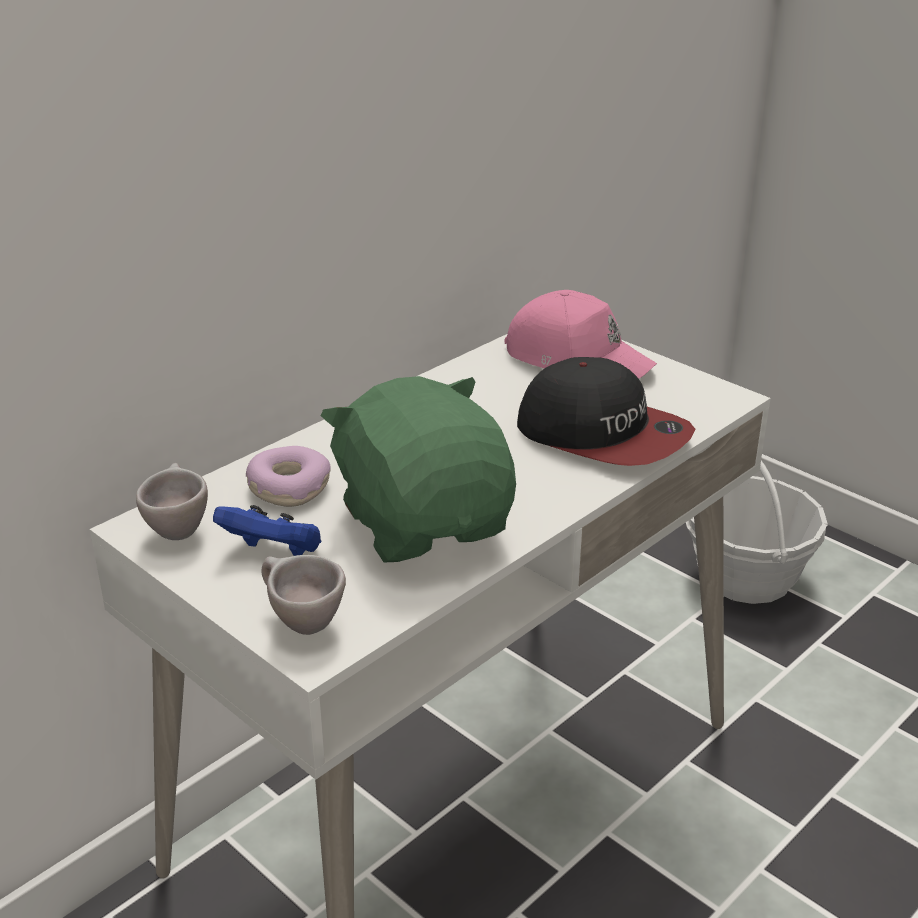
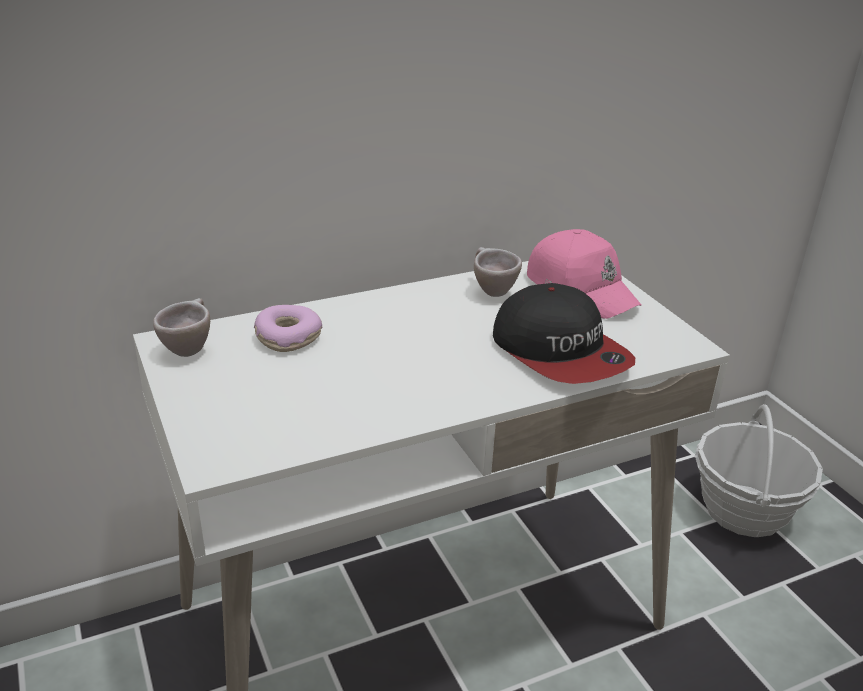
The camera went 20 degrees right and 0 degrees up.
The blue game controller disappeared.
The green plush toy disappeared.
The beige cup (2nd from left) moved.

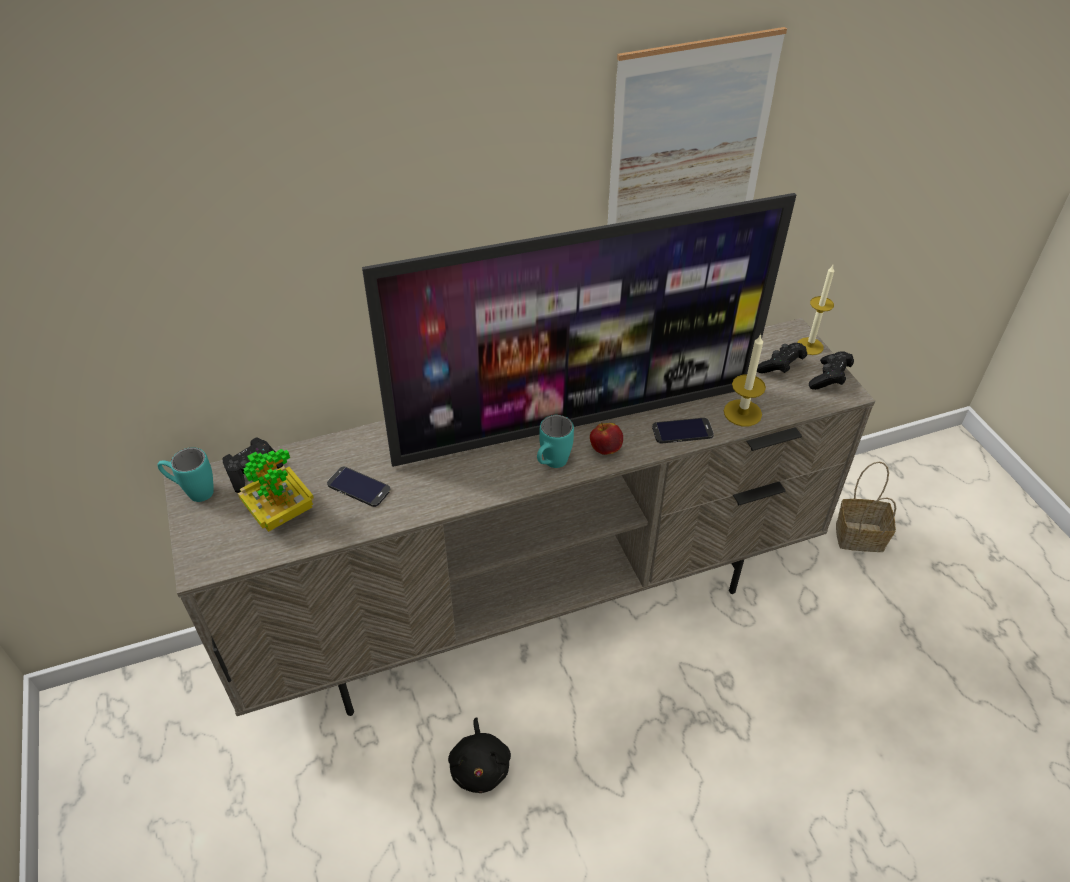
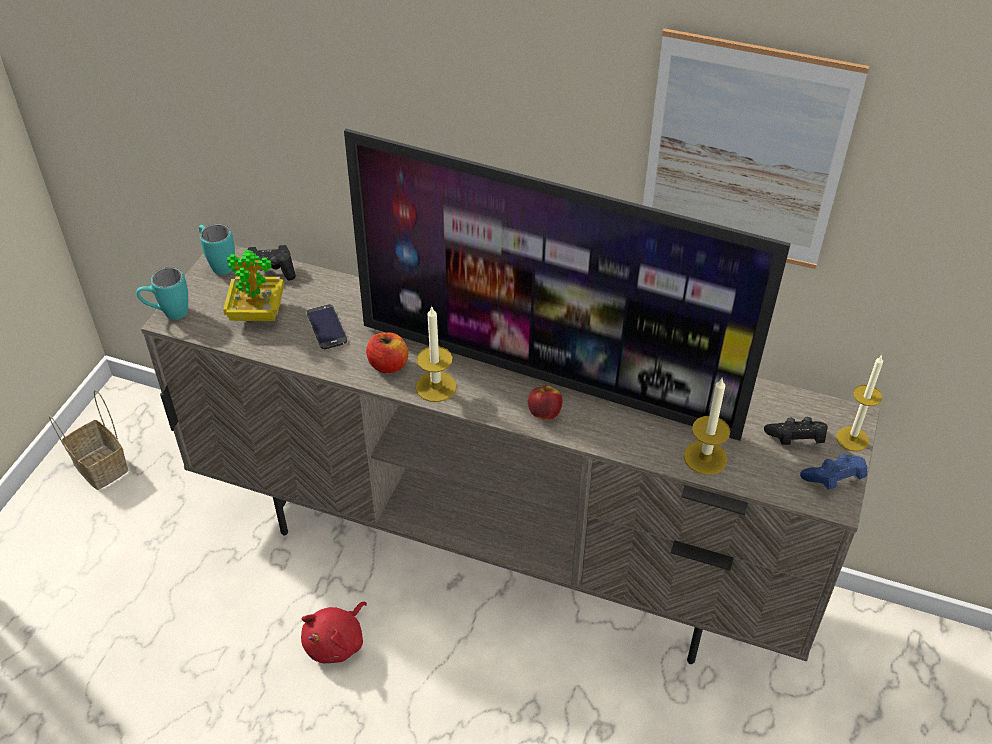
The camera went 40 degrees right and 0 degrees up.
The phone (2nd from left) disappeared.
The apple (1st from left) appeared.
The candle (1st from left) appeared.
The turquoise mug (2nd from left in the first image) moved.
The basket moved.
The black plush toy became the red plush toy.
The black game controller (3rd from left) became the blue game controller.

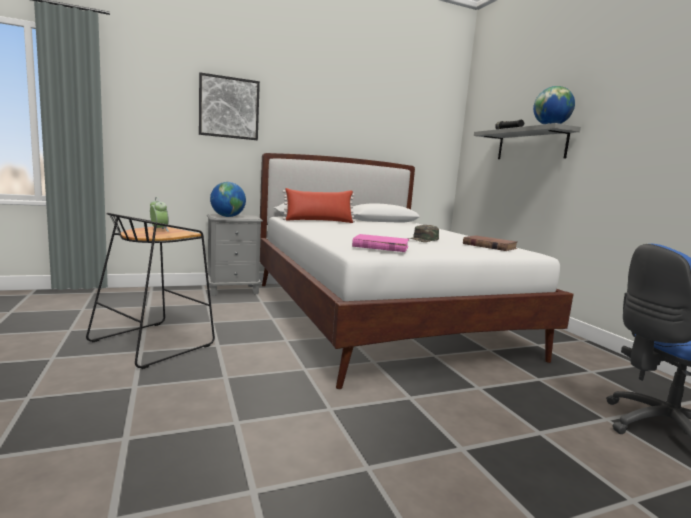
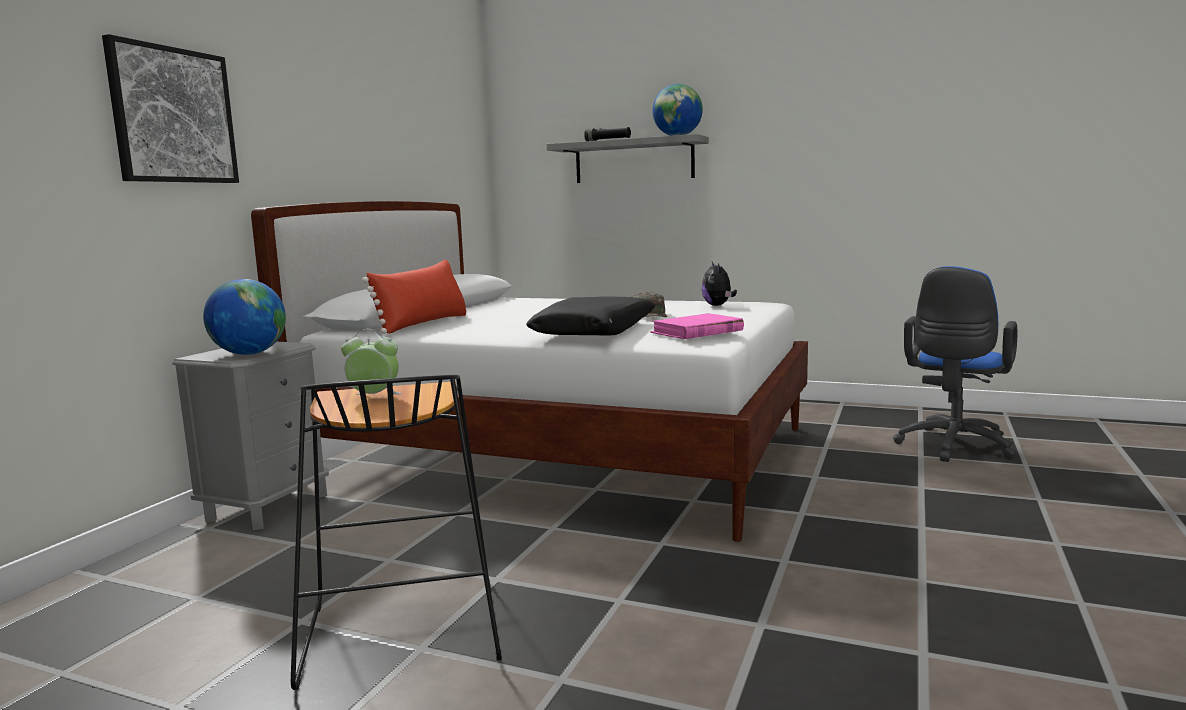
The camera went 45 degrees left and 0 degrees up.
The black pillow appeared.
The brown book was replaced by the plush toy.

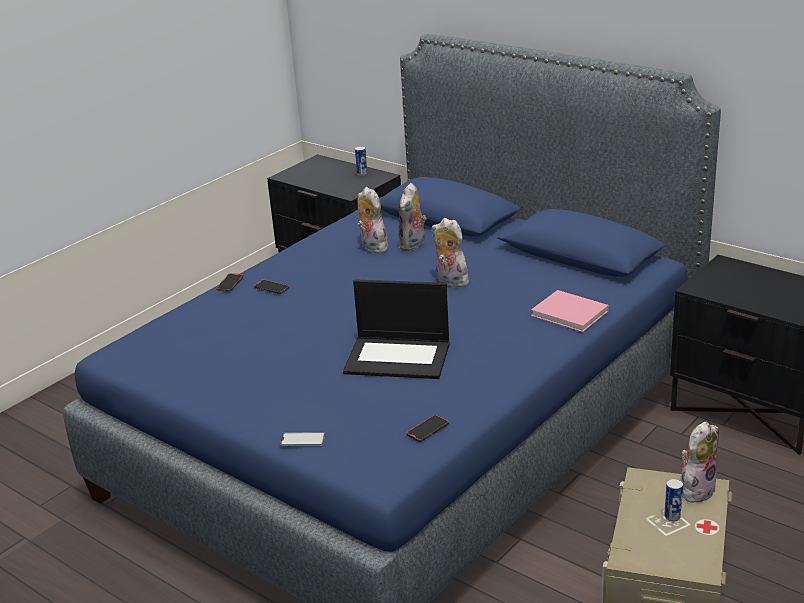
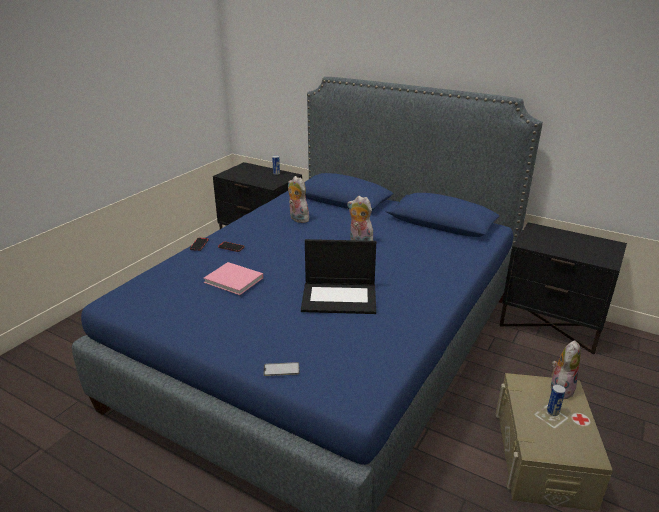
The camera went 10 degrees left and 0 degrees up.
The plush toy (2nd from left) disappeared.
The phone (4th from left) disappeared.
The pink book moved.

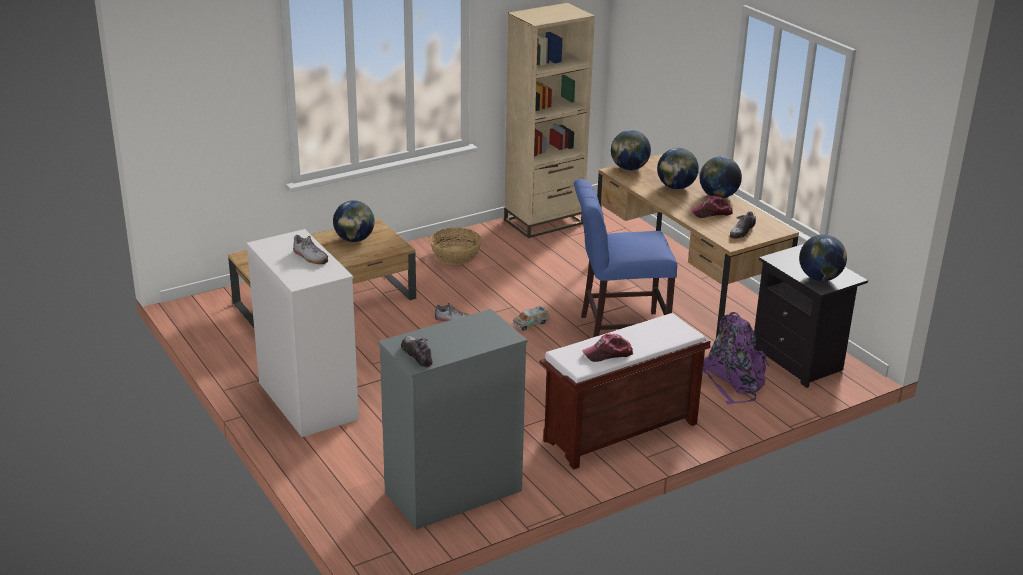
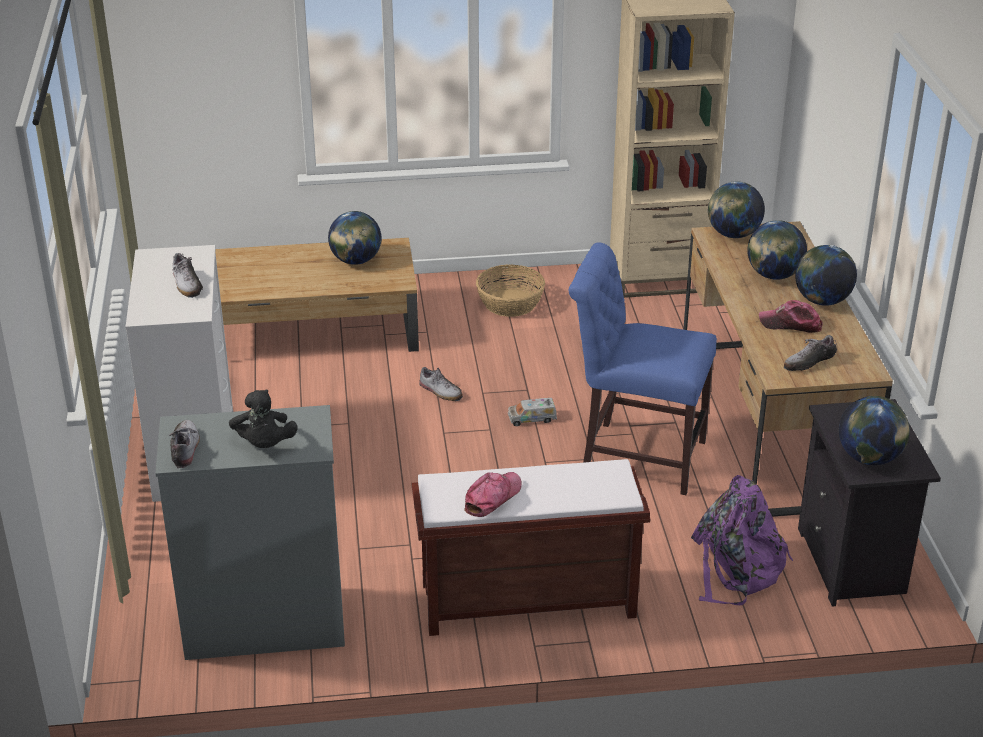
The camera went 25 degrees right and 5 degrees up.
The black plush toy appeared.
The cap (1st from left) turned 120 degrees clockwise.

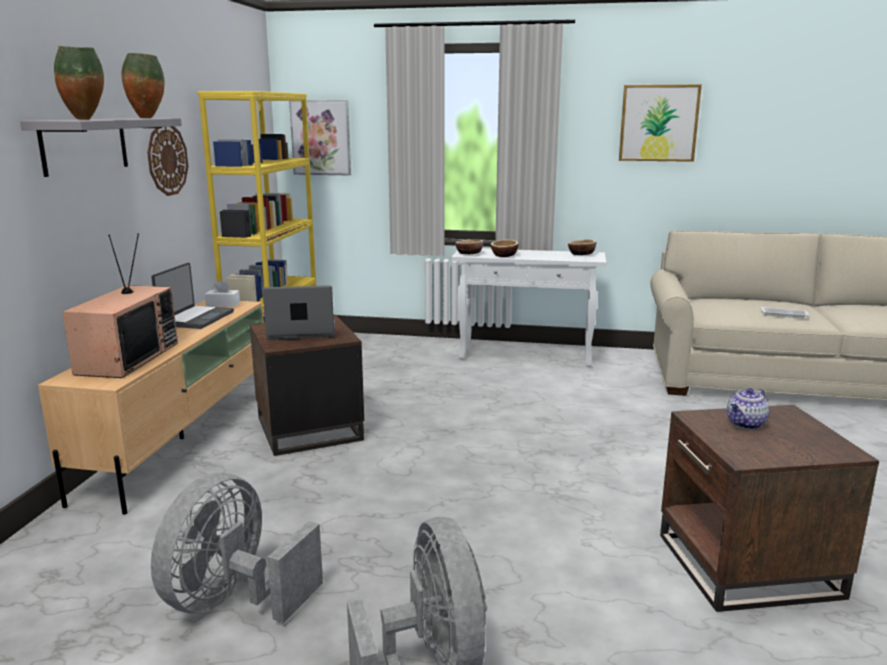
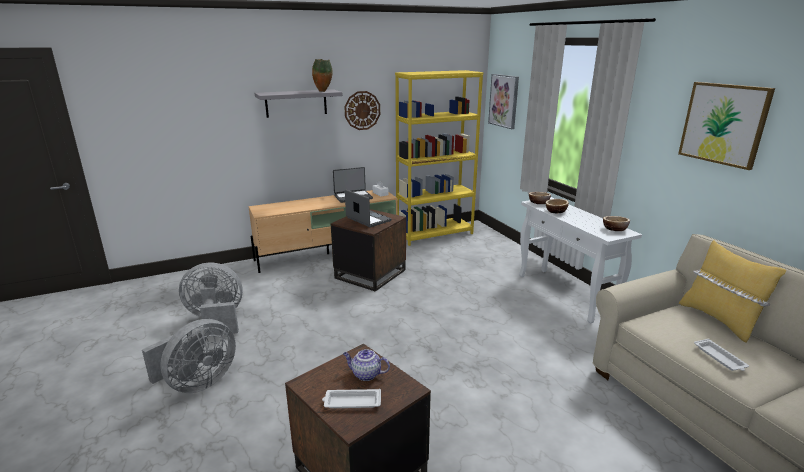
The camera went 55 degrees right and 5 degrees up.
The vase (1st from left) disappeared.
The television disappeared.
The white tray (1st from left) appeared.
The yellow pillow appeared.

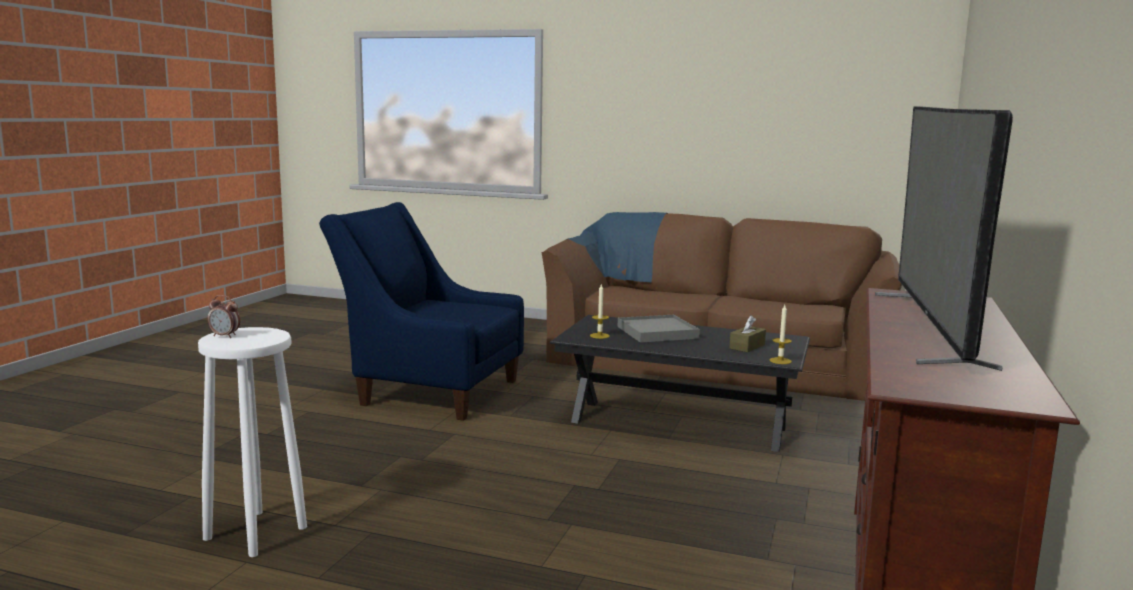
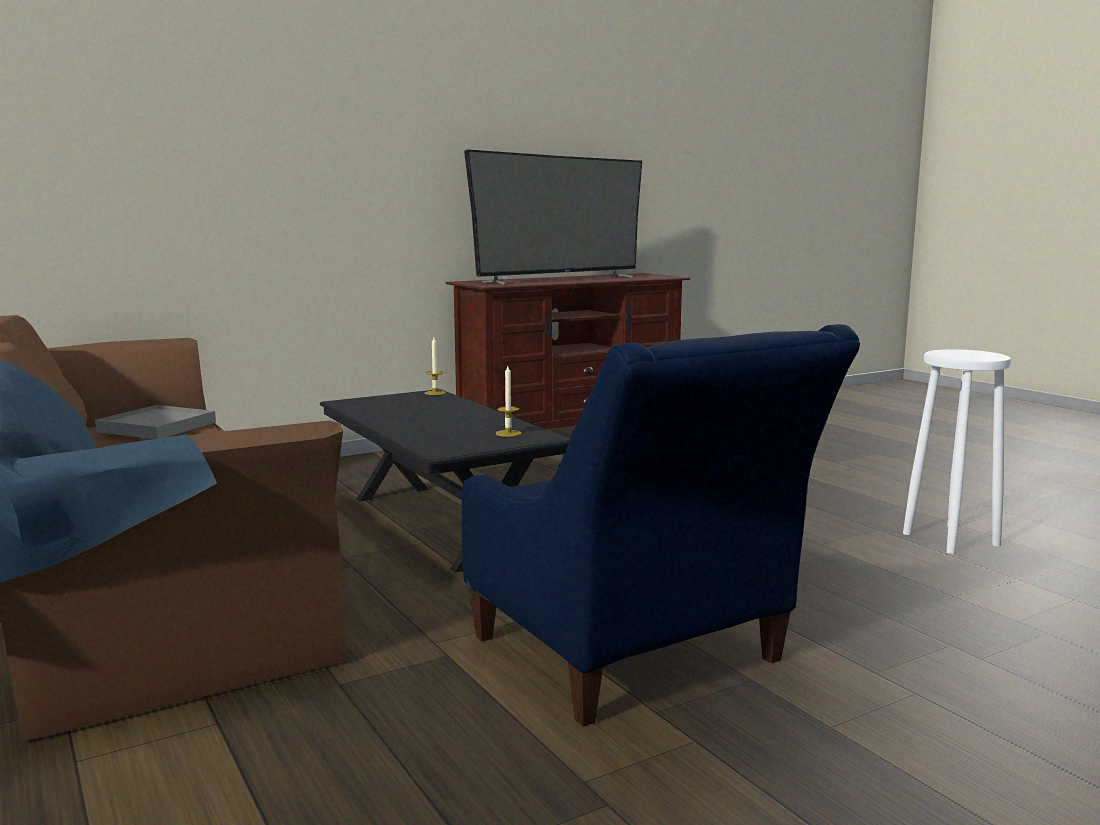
The camera went 140 degrees left and 0 degrees up.
The alarm clock disappeared.
The brown tissue box disappeared.
The grey tray moved.

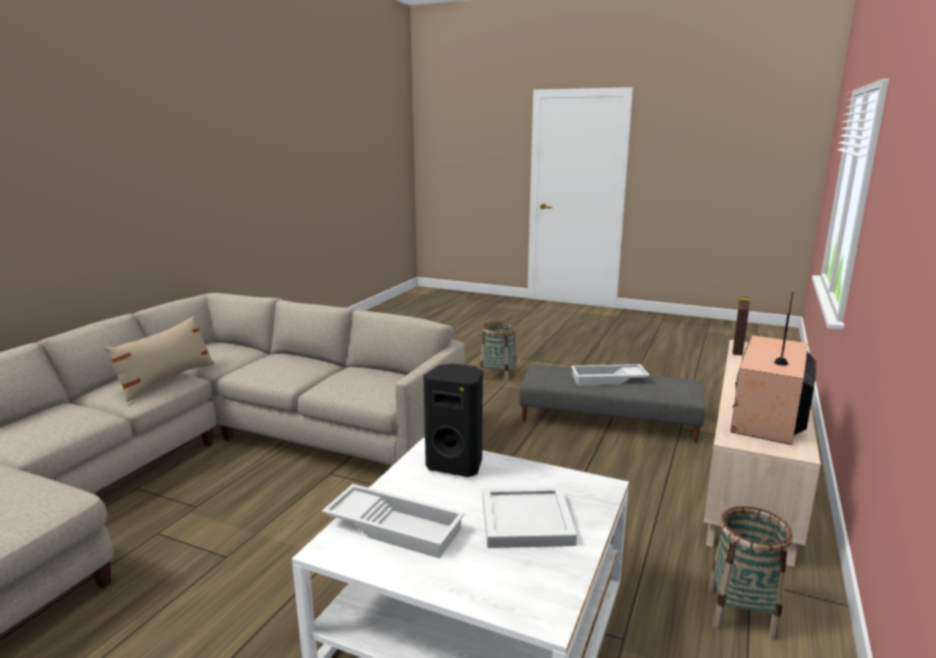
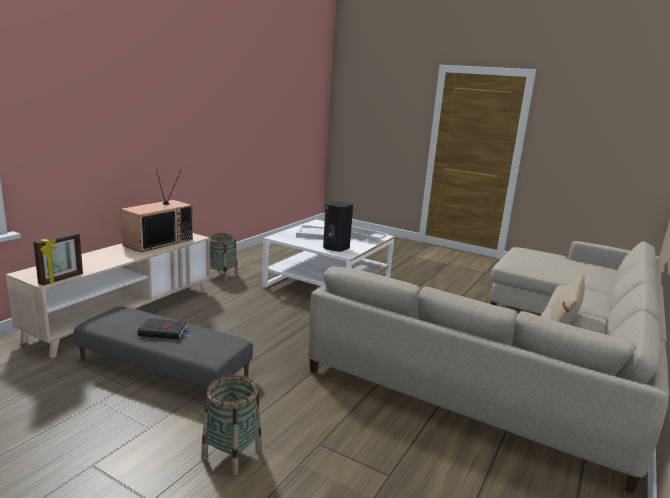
The camera went 175 degrees left and 0 degrees up.
The white tray (3rd from left) was replaced by the black book.

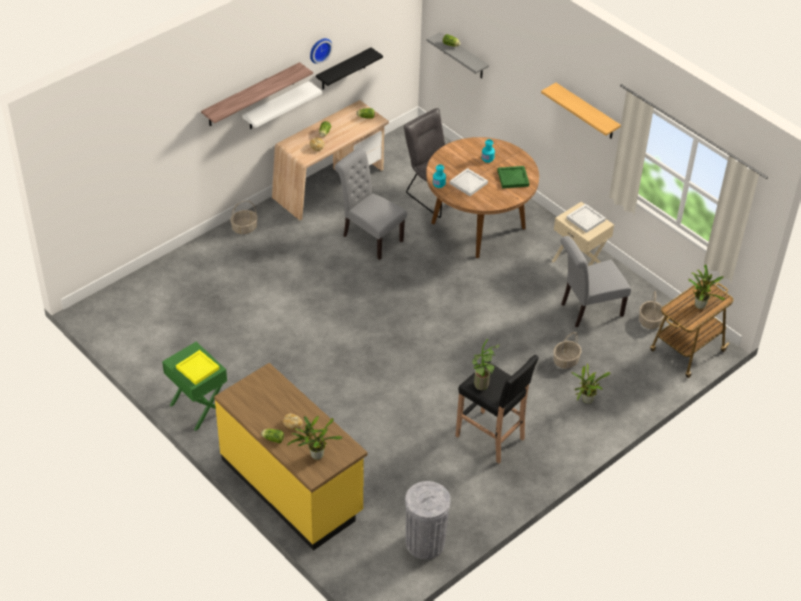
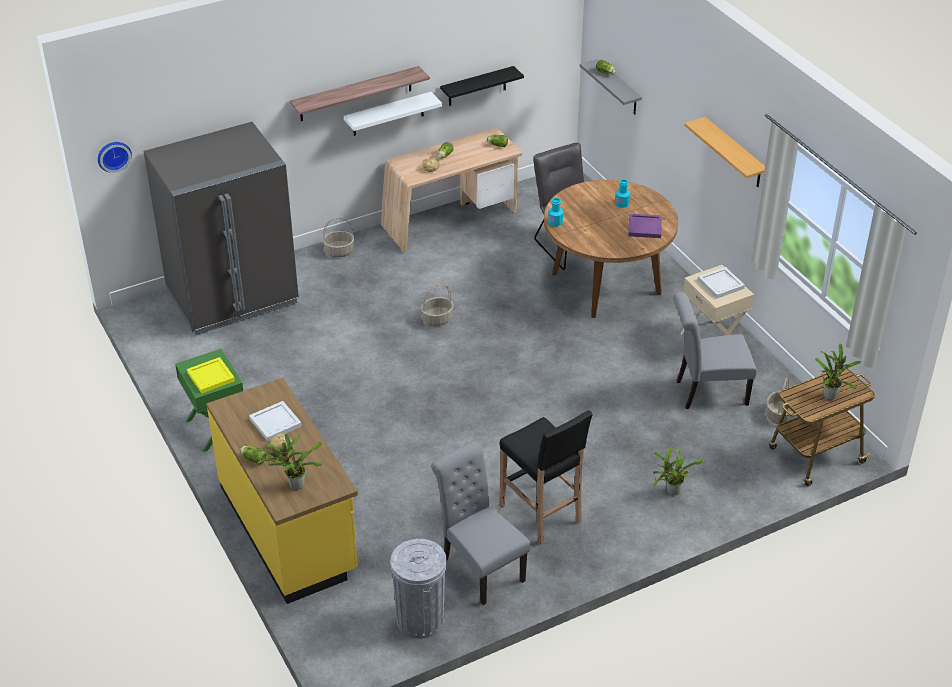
The camera went 15 degrees right and 5 degrees down.
The potted plant (2nd from left) disappeared.
The grey fridge appeared.
The wall clock moved.
The grey chair (1st from left) moved.
The white tray (1st from left) moved.
The basket (2nd from left) moved.
The green tray became the purple tray.

